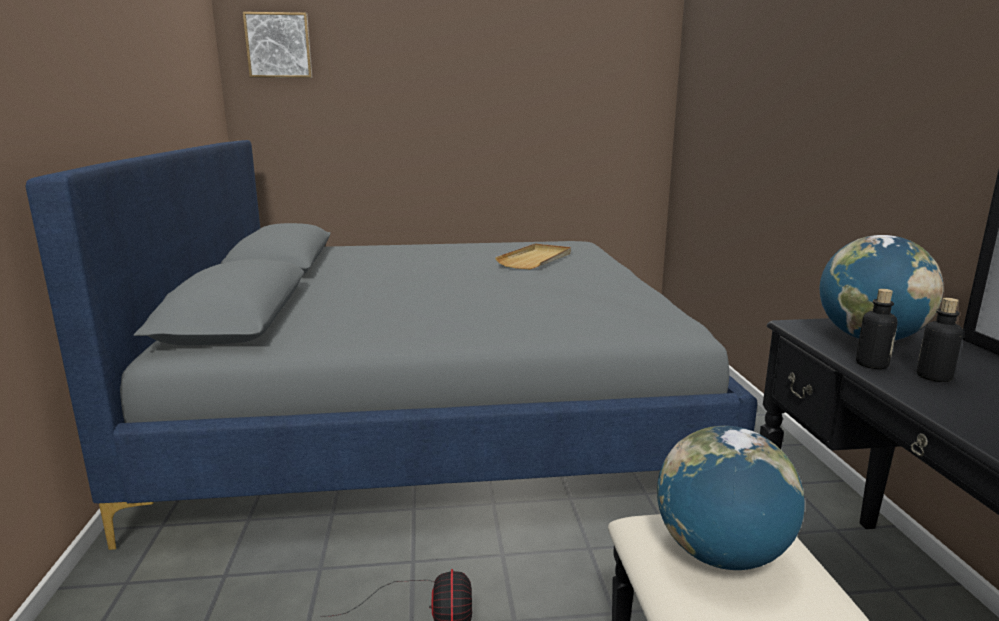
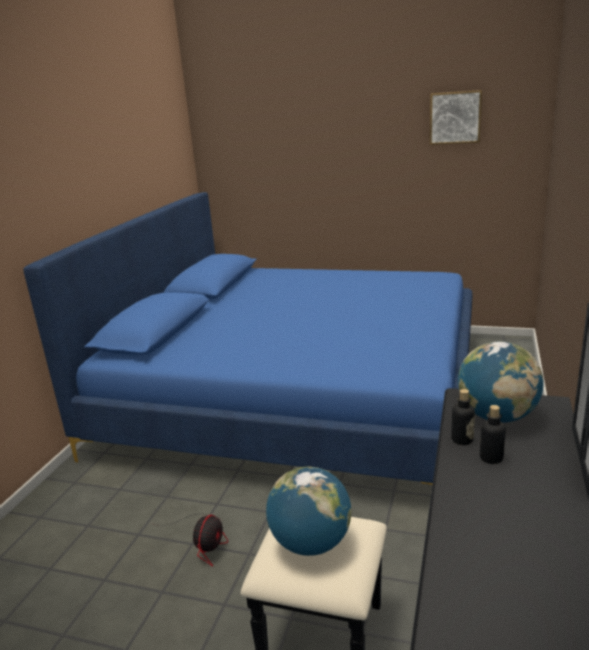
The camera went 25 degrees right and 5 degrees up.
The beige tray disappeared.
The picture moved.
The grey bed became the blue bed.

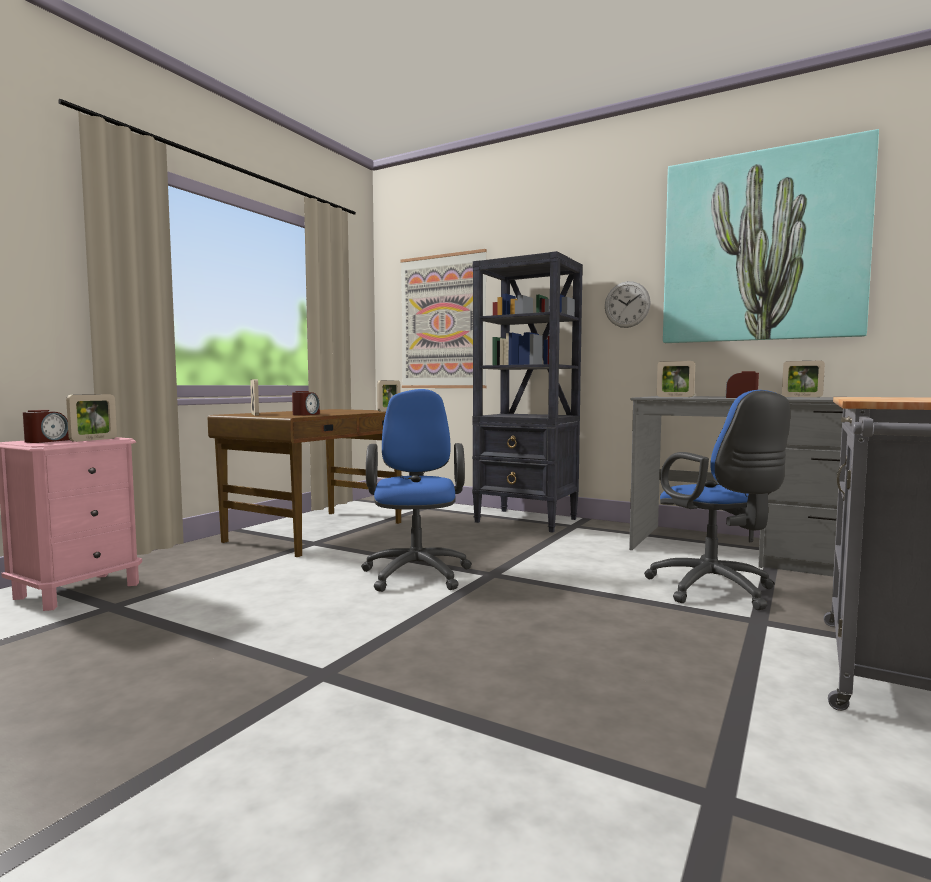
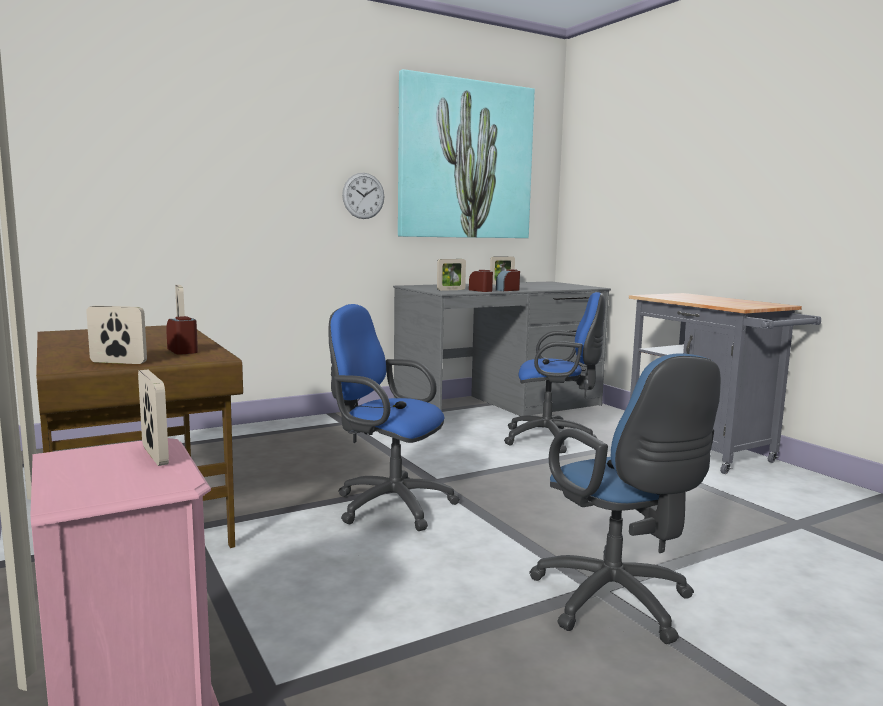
The camera went 60 degrees left and 5 degrees up.
The picture (1st from left) disappeared.
The black bookcase disappeared.
The blue office chair (3rd from left) appeared.
The alarm clock (1st from left in the first image) moved.

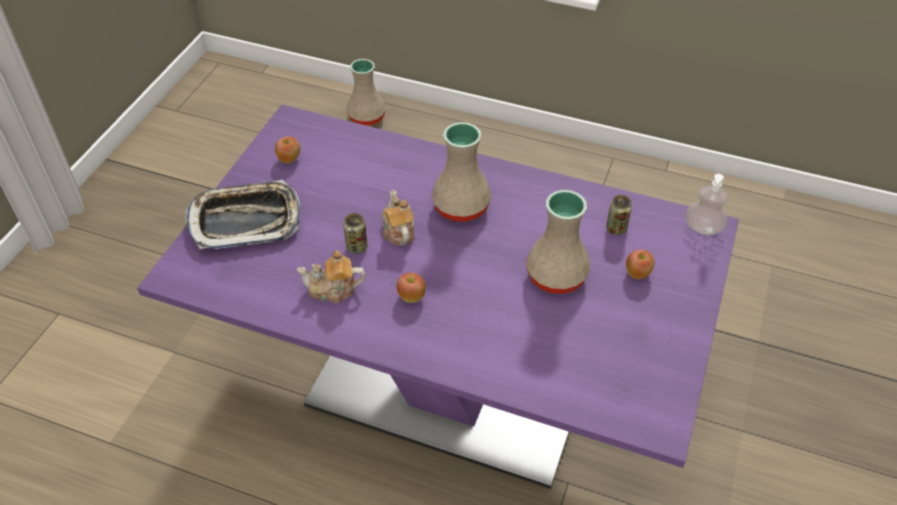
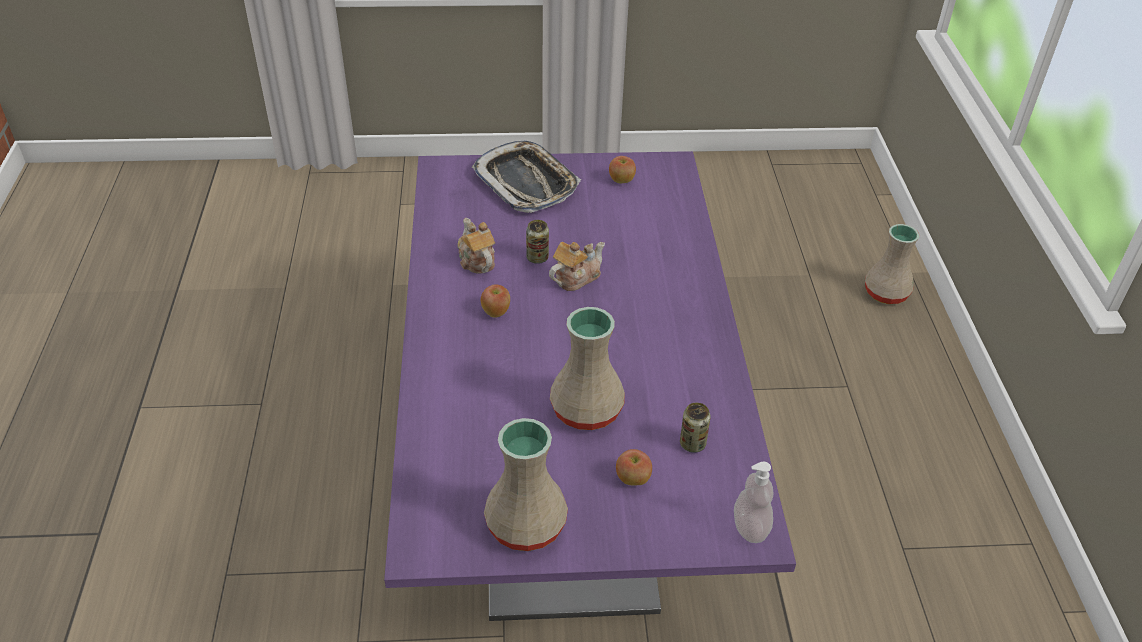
The camera went 65 degrees right and 5 degrees down.
The beige vase (2nd from left in the first image) moved.

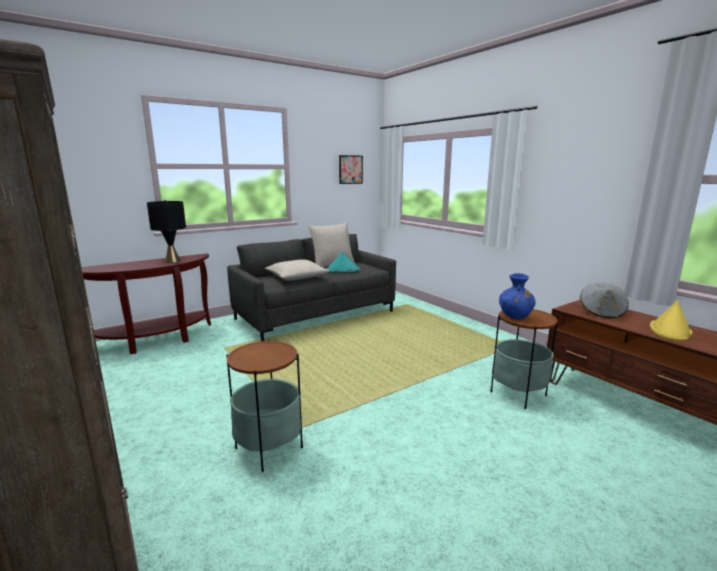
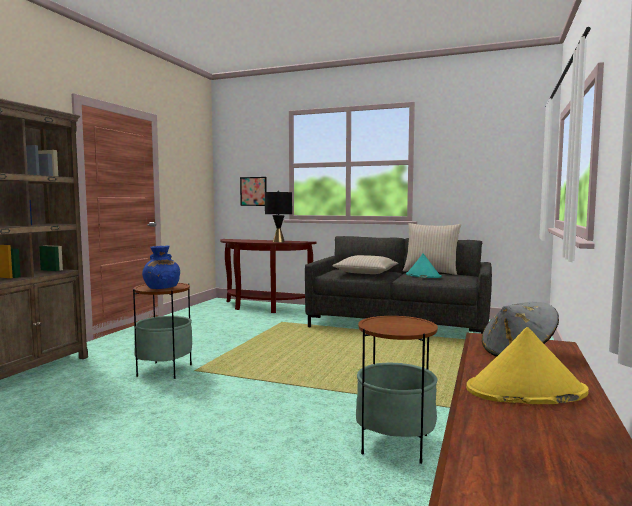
The camera went 55 degrees right and 10 degrees down.
The picture moved.
The blue vase moved.

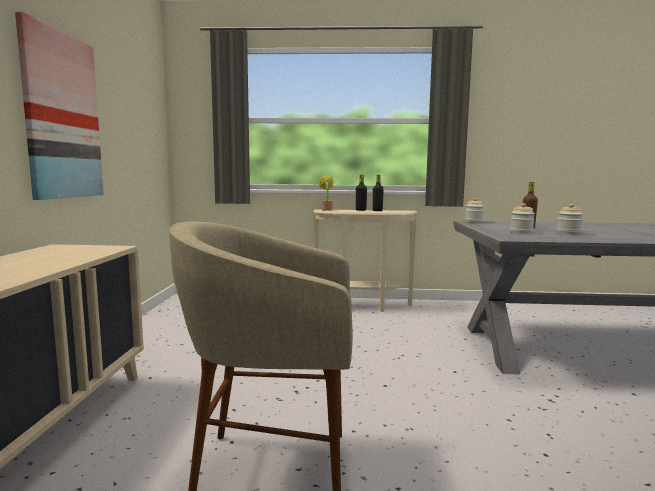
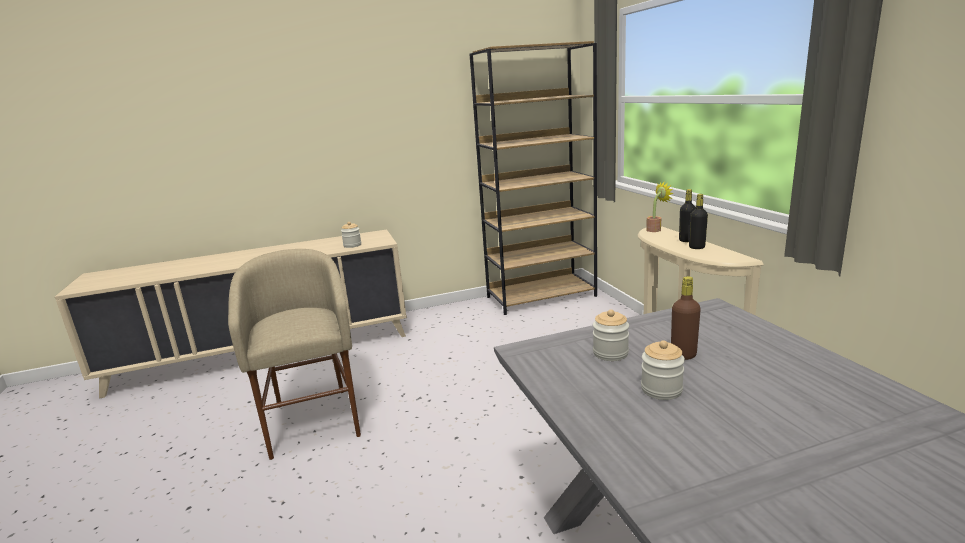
The camera went 70 degrees right and 10 degrees up.
The picture disappeared.
The brown bookcase appeared.
The jar (1st from left) moved.

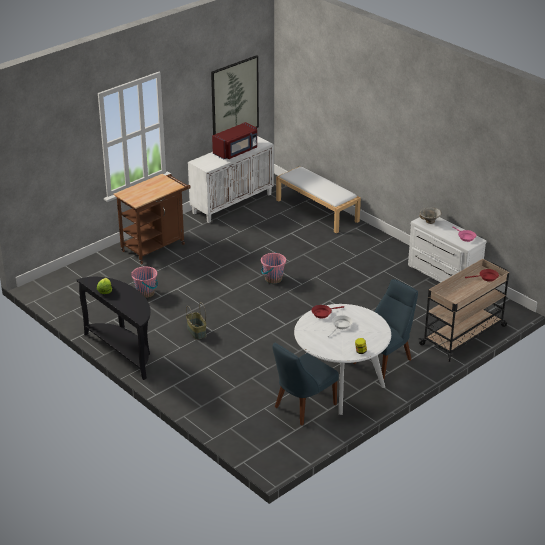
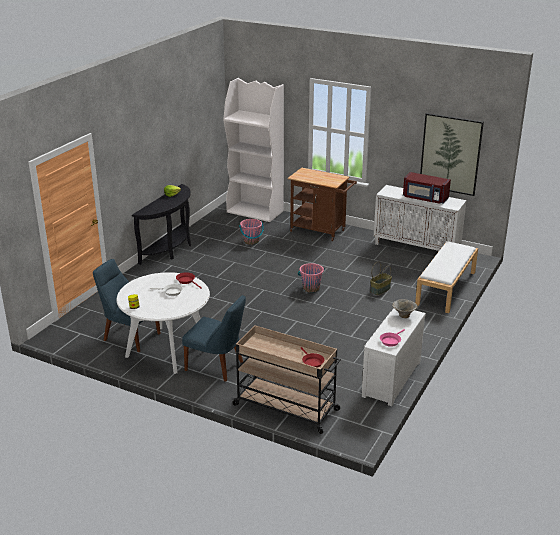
The camera went 70 degrees right and 5 degrees down.
The white bookcase appeared.
The basket moved.

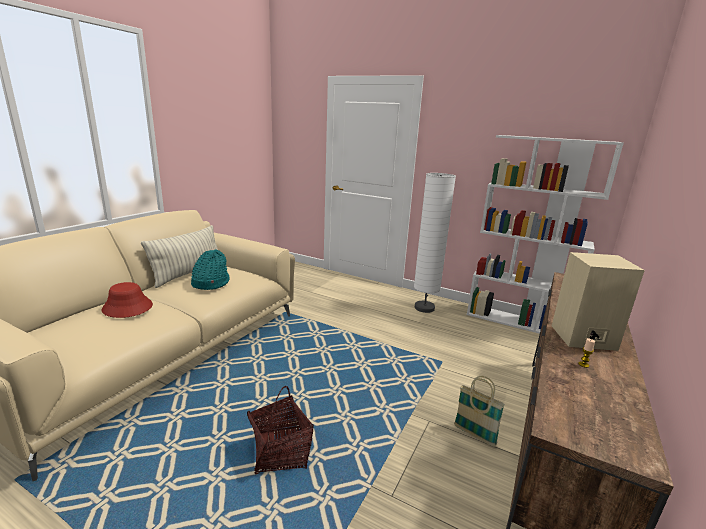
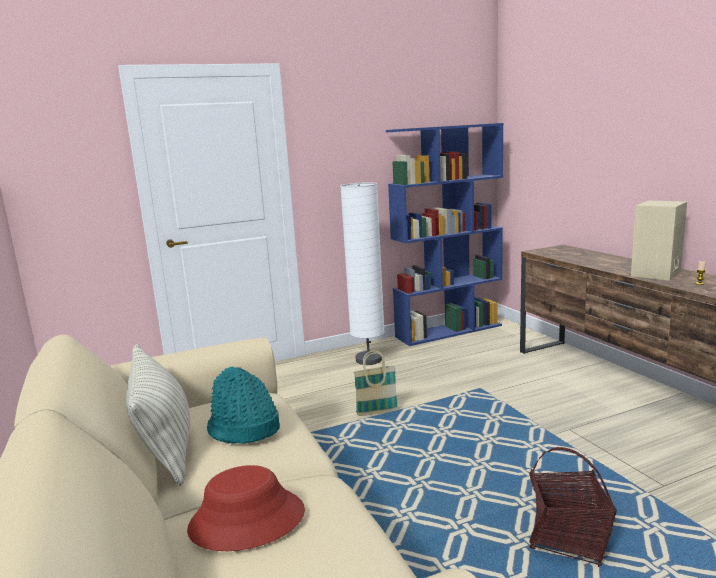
The camera went 50 degrees left and 5 degrees down.
The basket (2nd from left in the first image) moved.
The white bookcase became the blue bookcase.

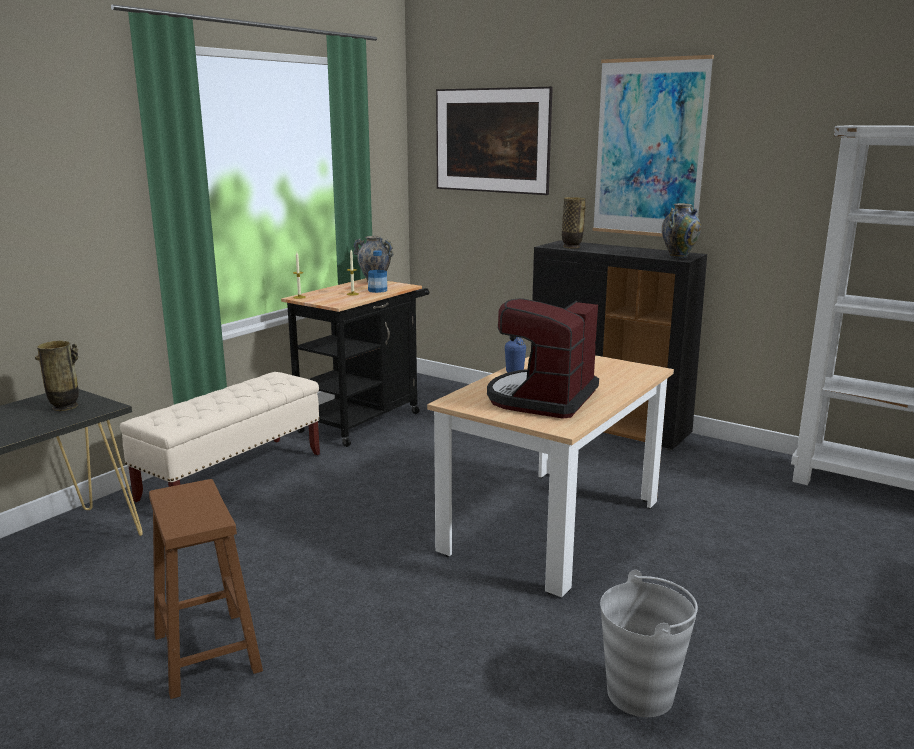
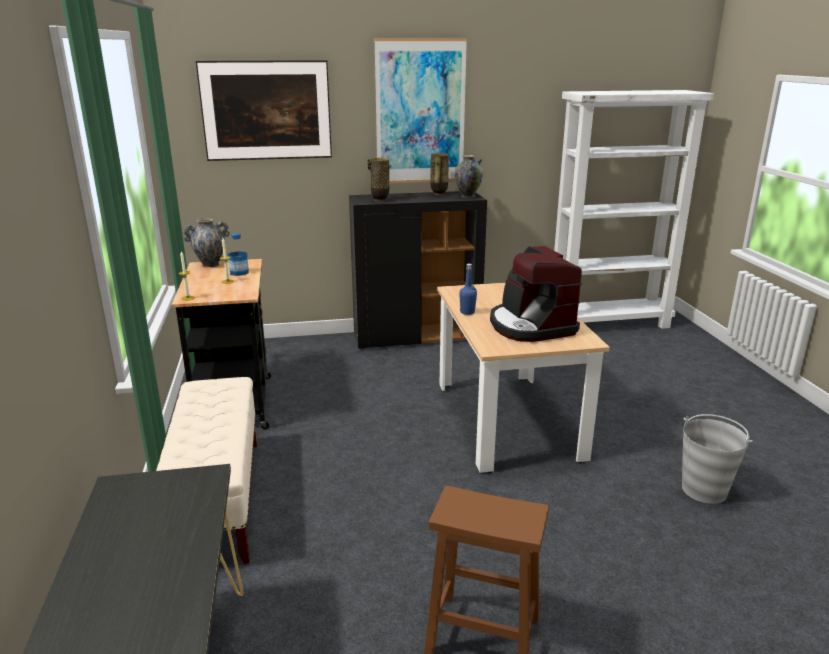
The camera went 45 degrees left and 5 degrees up.
The vase (1st from left in the first image) moved.

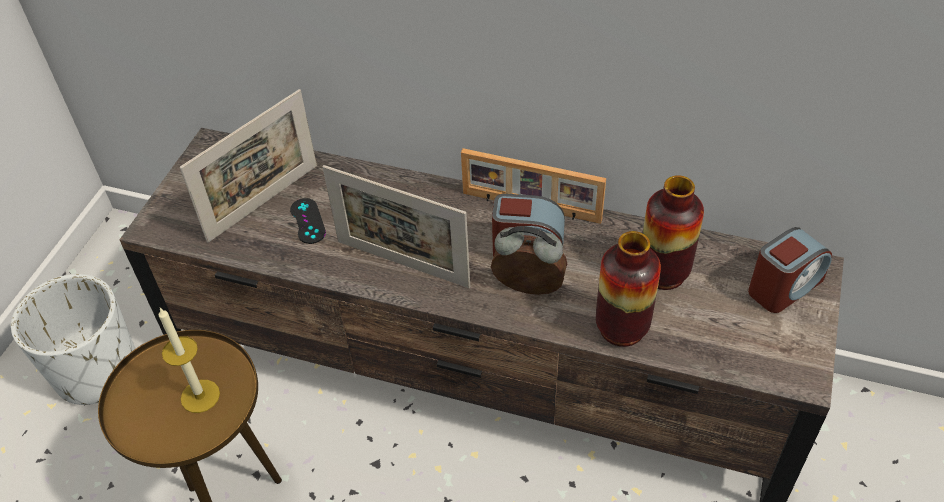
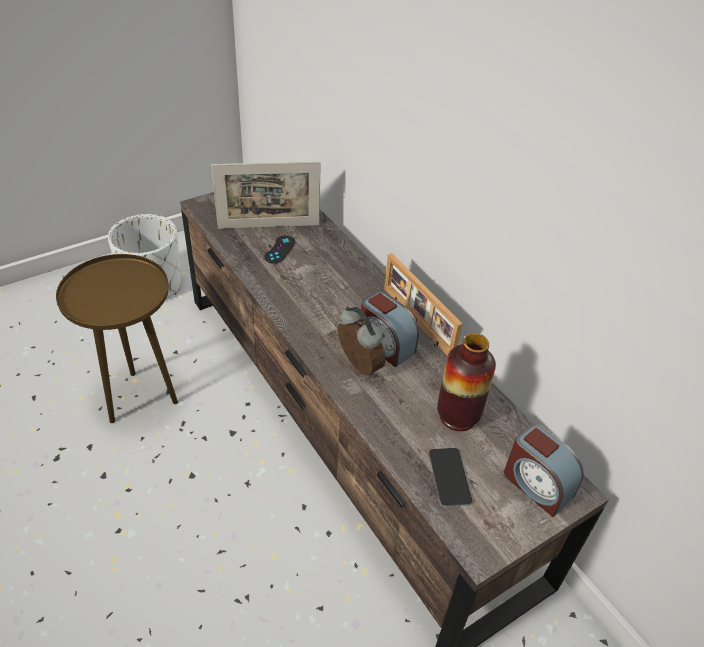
The camera went 35 degrees right and 5 degrees down.
The candle disappeared.
The picture frame (2nd from left) disappeared.
The vase (1st from left) disappeared.
The phone appeared.
The alarm clock (3rd from left) turned 45 degrees clockwise.

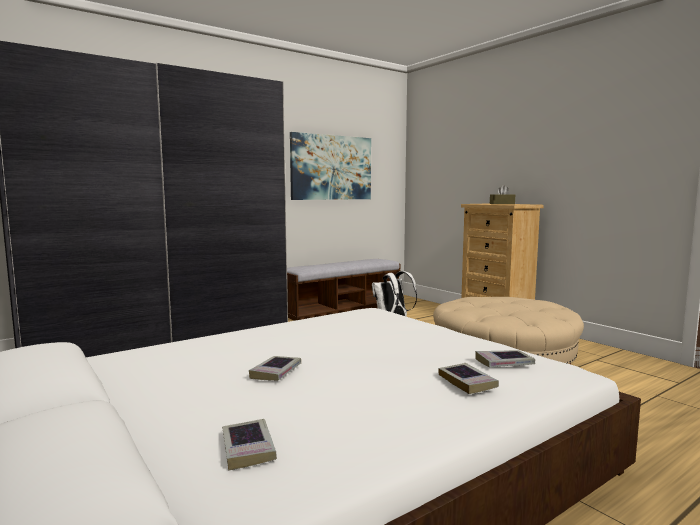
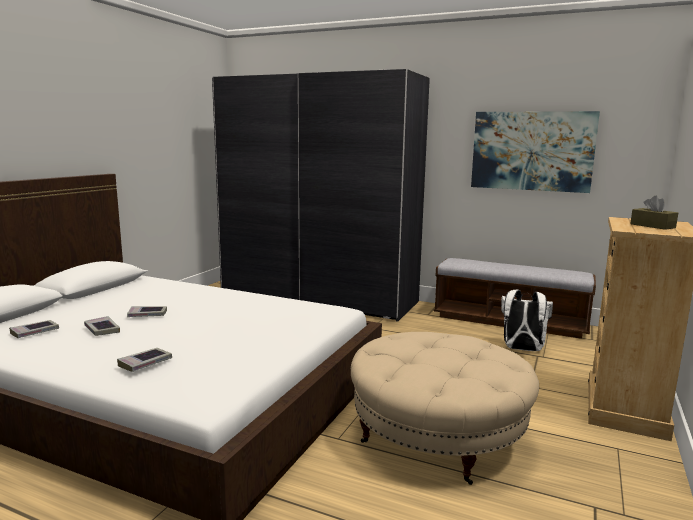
The camera went 60 degrees right and 5 degrees up.
The book (4th from left in the first image) moved.

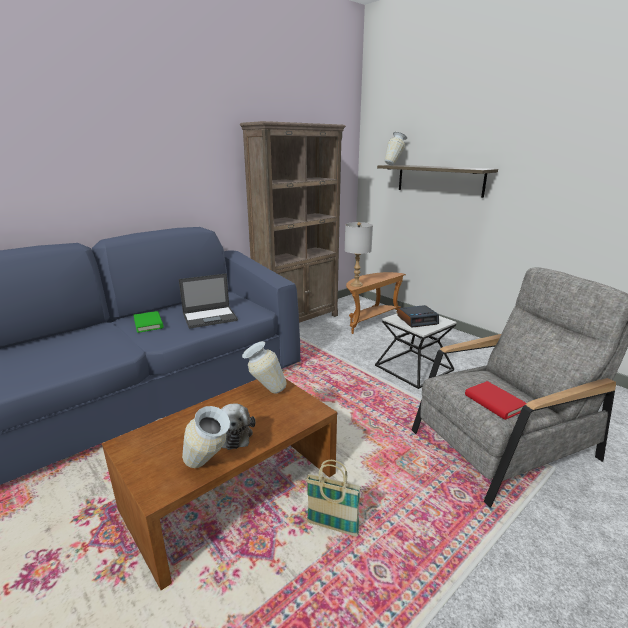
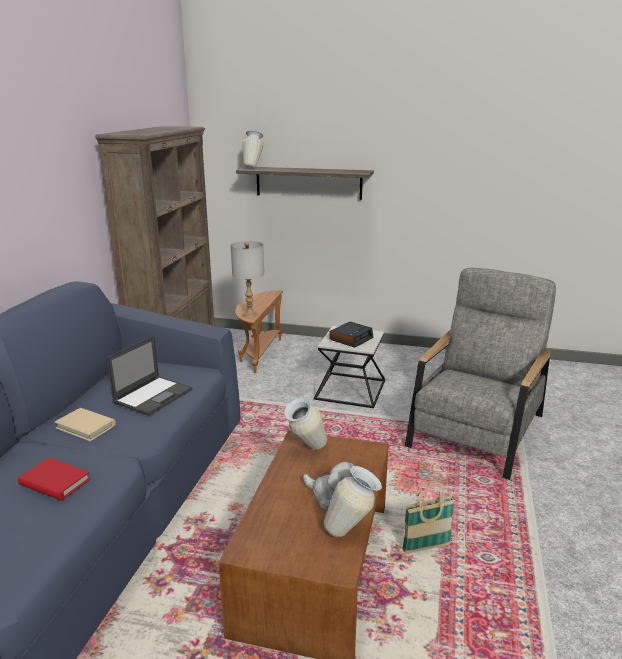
The camera went 35 degrees left and 0 degrees up.
The red book moved.
The green book became the beige book.

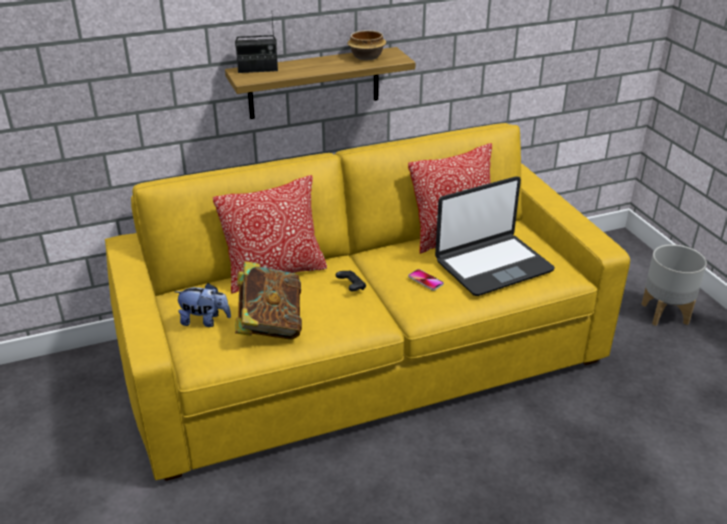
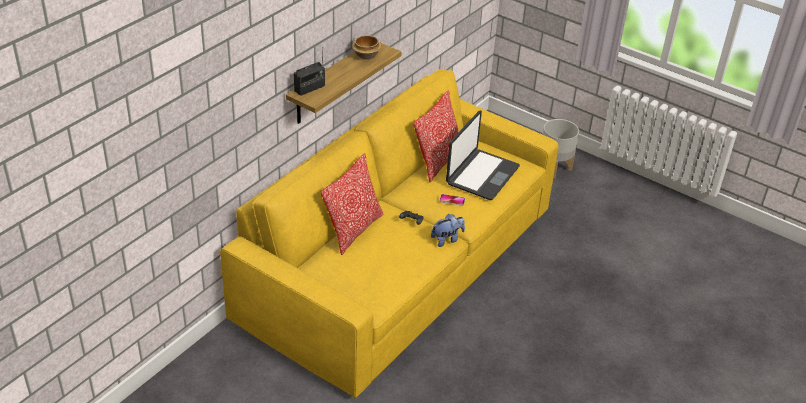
The camera went 35 degrees left and 5 degrees up.
The book disappeared.
The plush toy moved.

